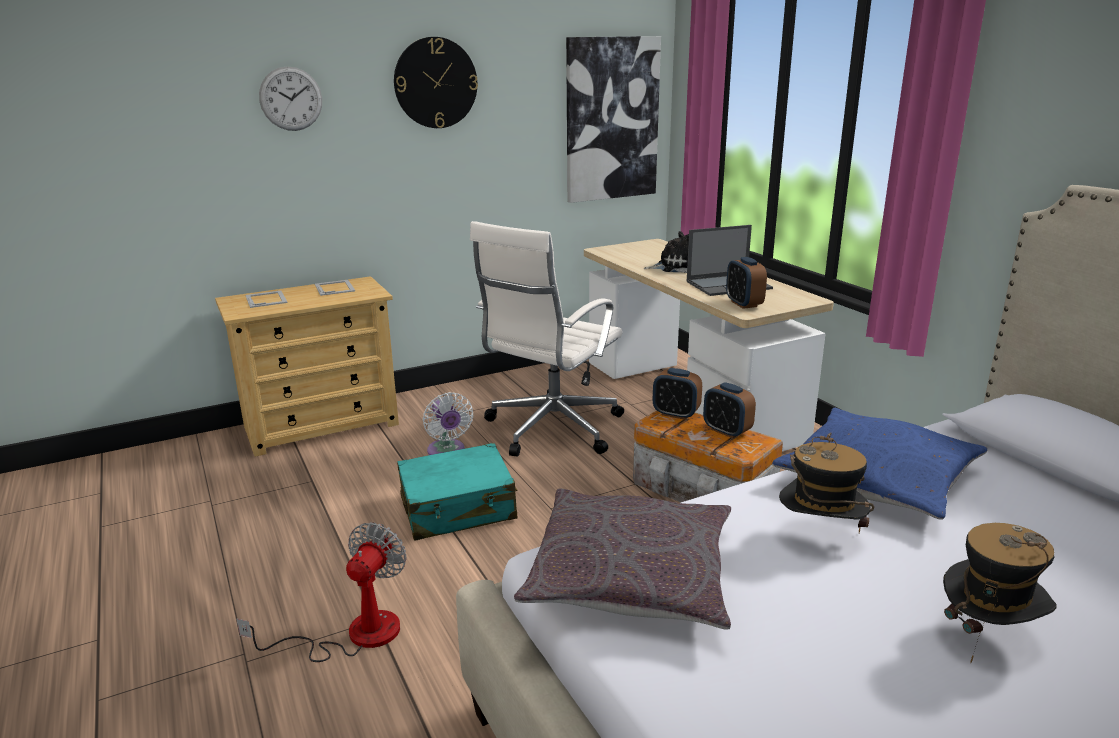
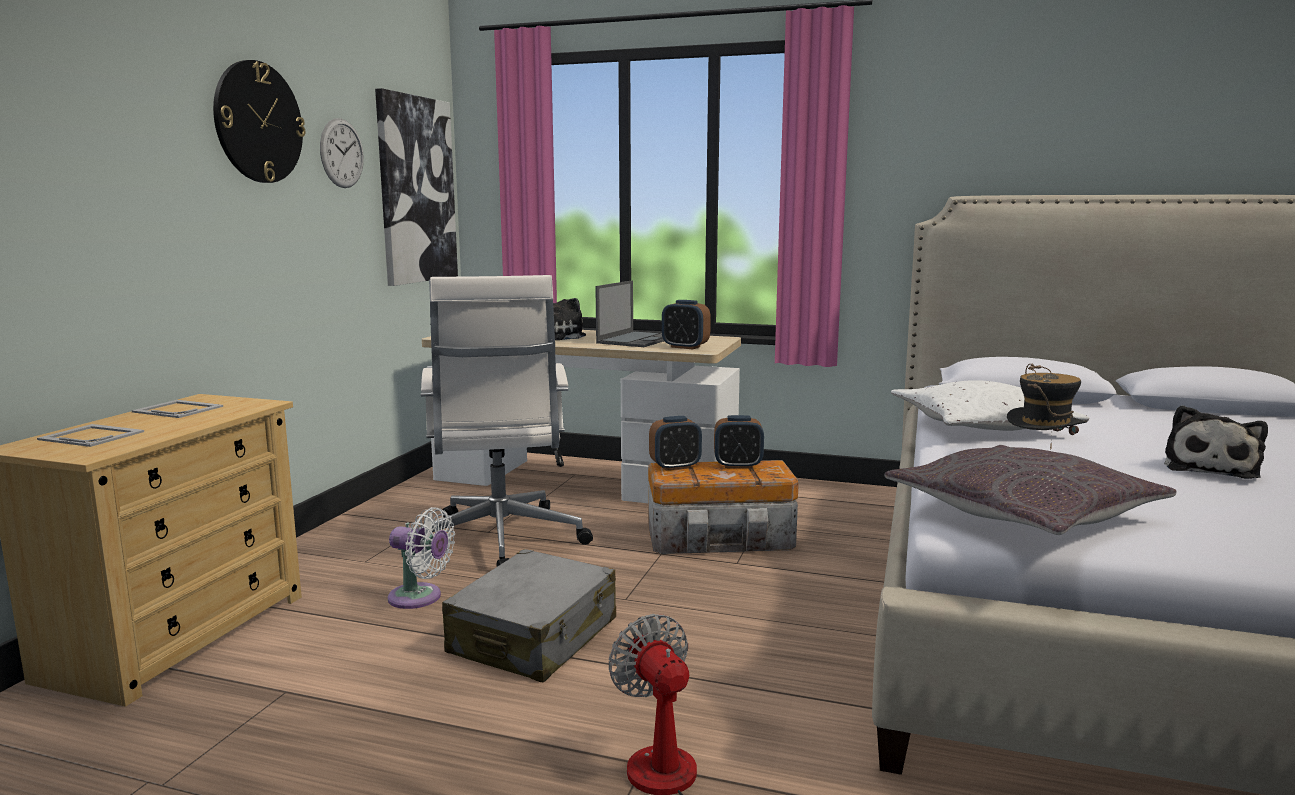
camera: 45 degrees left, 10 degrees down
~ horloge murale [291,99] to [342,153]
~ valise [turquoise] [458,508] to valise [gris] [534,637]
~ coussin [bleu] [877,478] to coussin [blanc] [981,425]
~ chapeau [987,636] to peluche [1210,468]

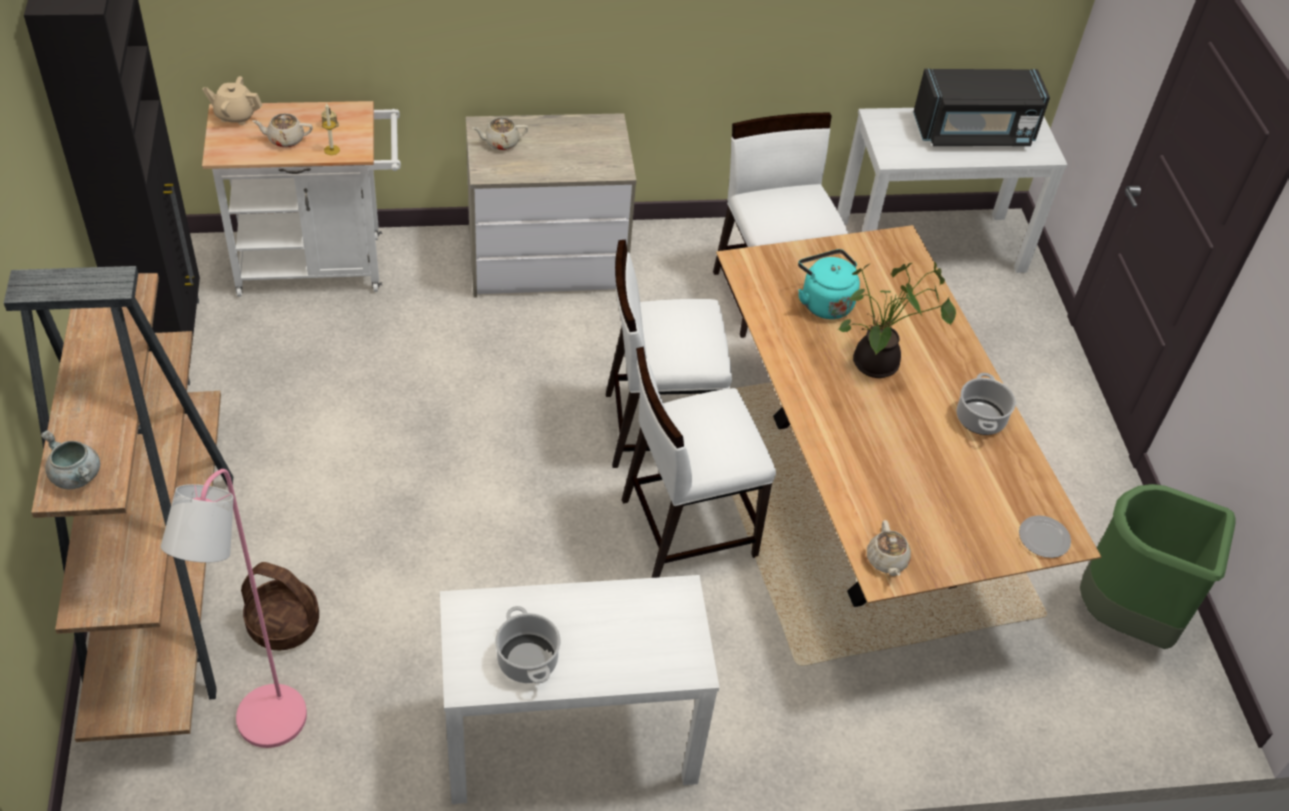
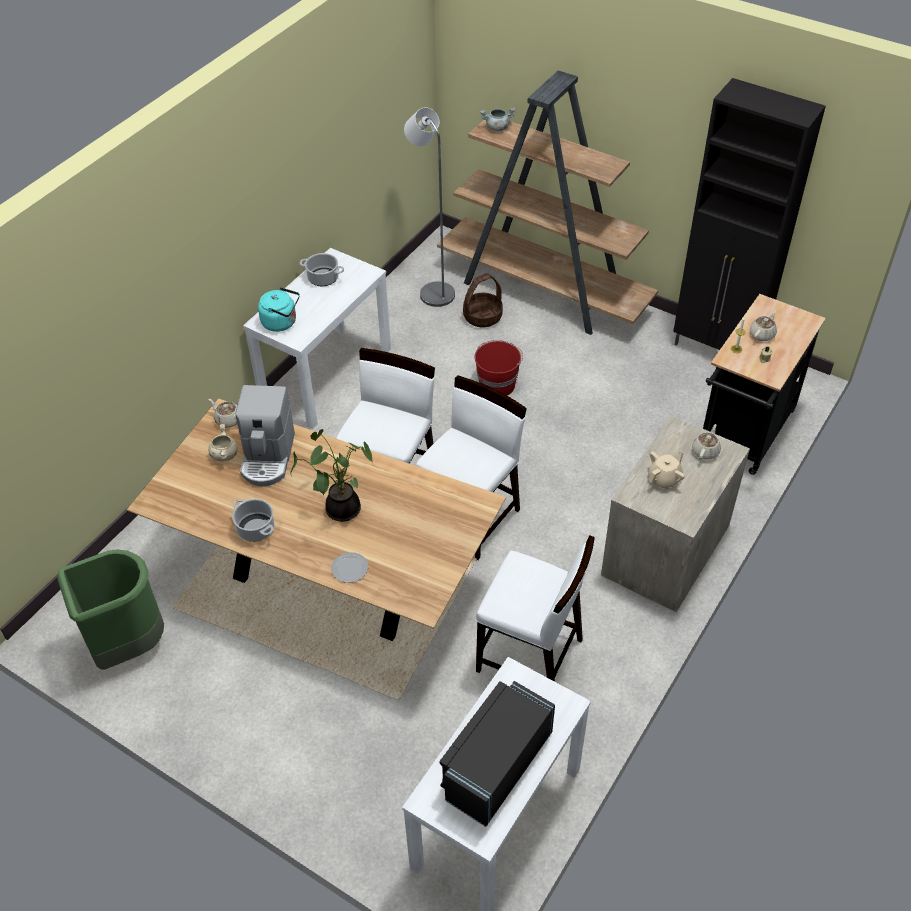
camera: 135 degrees right, 0 degrees up
+ marmite [beige] [224,455]
+ machine à café [268,457]
~ bouilloire [turquoise] [824,302] to [281,322]
~ assiette [1043,538] to [350,568]
~ lampadaire [rose] [265,729] to lampadaire [gris] [433,291]
+ seau [rouge] [497,384]
~ théière [beige] [235,115] to [664,479]
~ chariot [blanc] [320,264] to chariot [noir] [743,436]

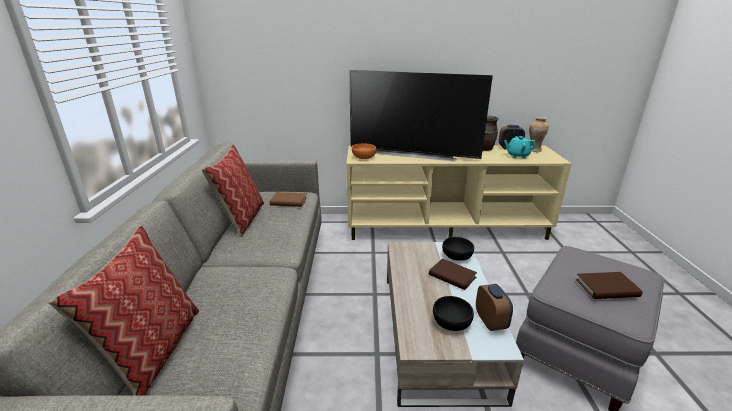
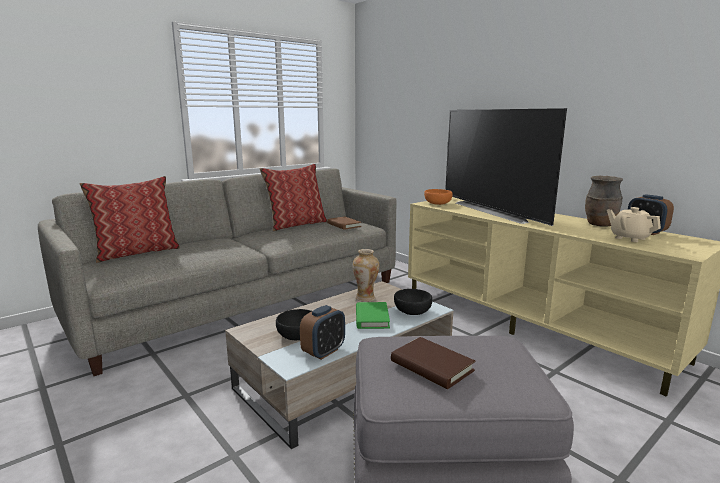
camera: 50 degrees right, 10 degrees down
~ vase [534,150] to [365,298]
~ livre [marron] [452,276] to livre [vert] [372,318]
~ théière [turquoise] [517,156] to théière [beige] [629,238]

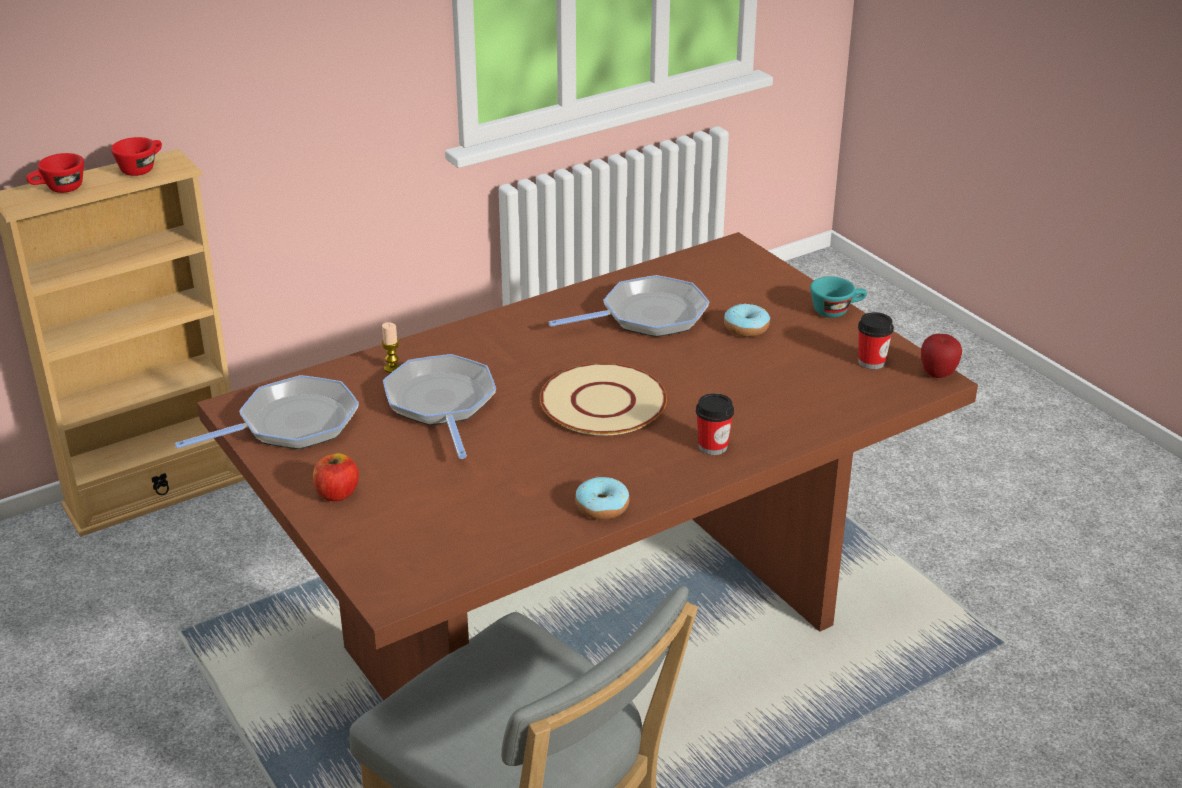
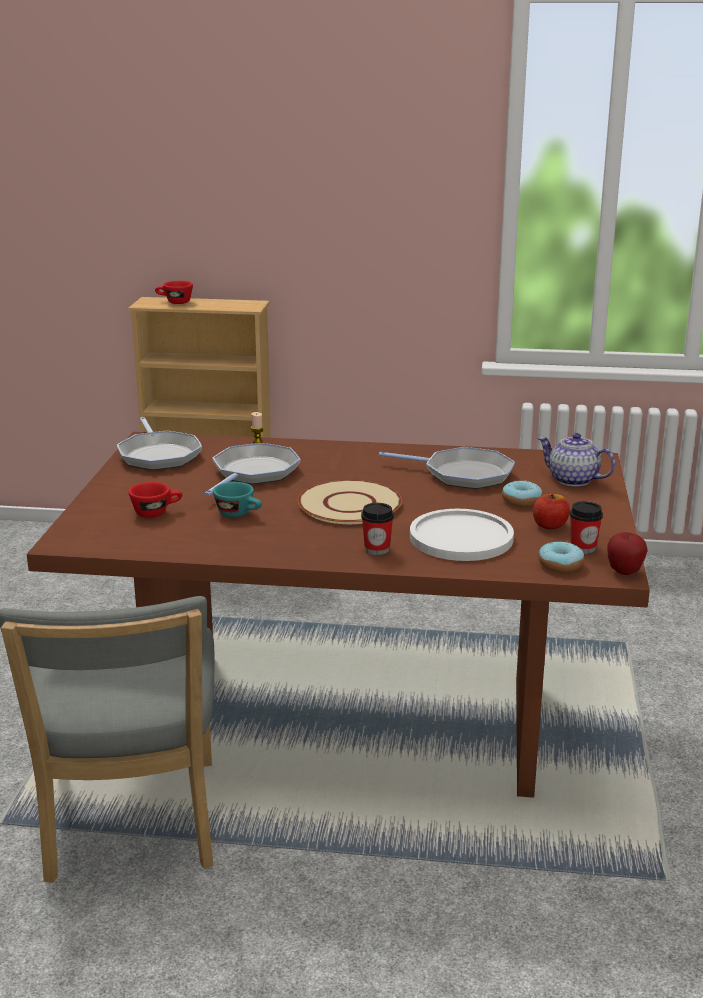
camera: 40 degrees right, 10 degrees down
~ poêle [292,424] = [158,455] 60 degrees clockwise
~ tasse [rouge] [141,168] to [156,512]
~ tasse [turquoise] [836,310] to [239,514]
+ assiette [blanc] [461,537]
~ pomme [337,493] to [549,525]
+ théière [572,480]
~ beignet [602,507] to [560,565]

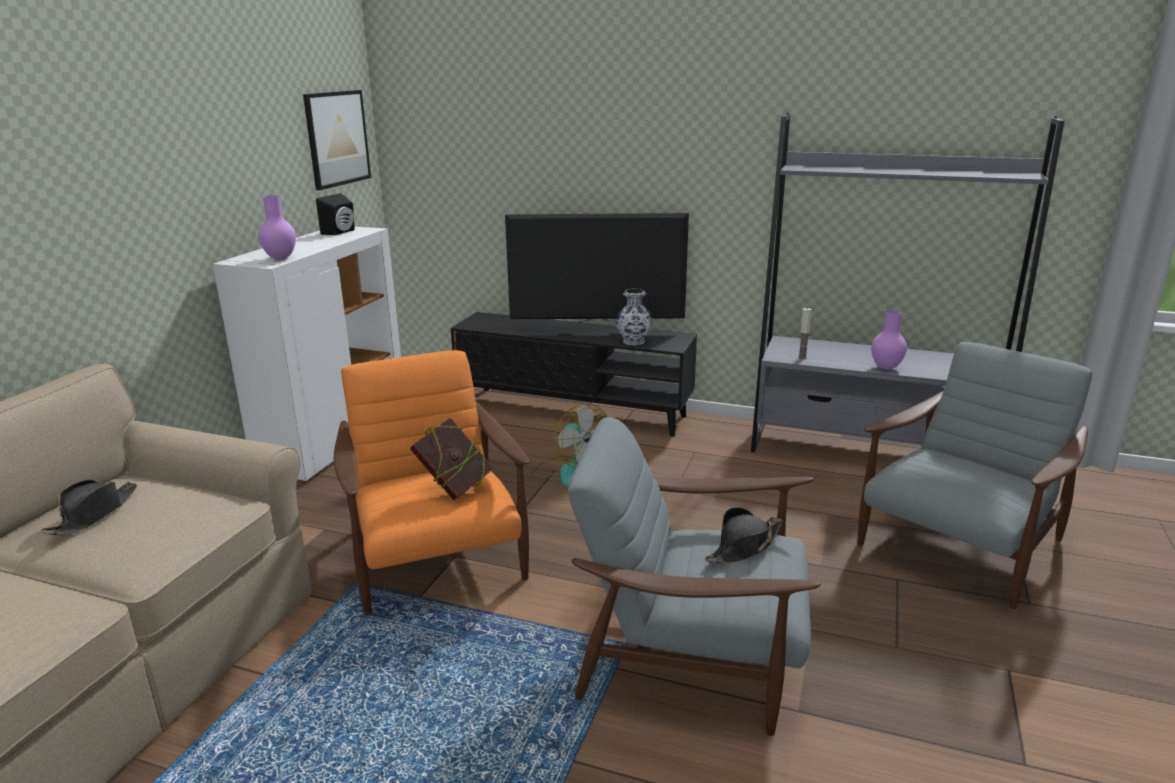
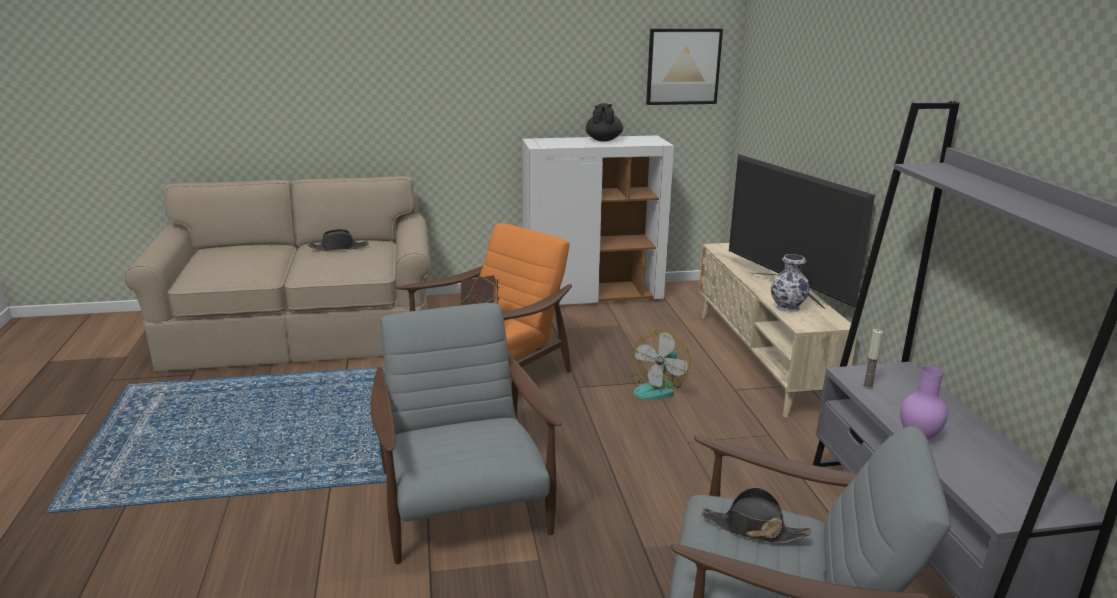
camera: 60 degrees right, 0 degrees up
+ théière [noir] [603,140]
~ meuble télé [noir] [574,411] to meuble télé [beige] [762,359]
~ chapeau [noir] [744,546] to [753,529]
- vase [violet] [281,258]
- enceinte [noir] [341,232]

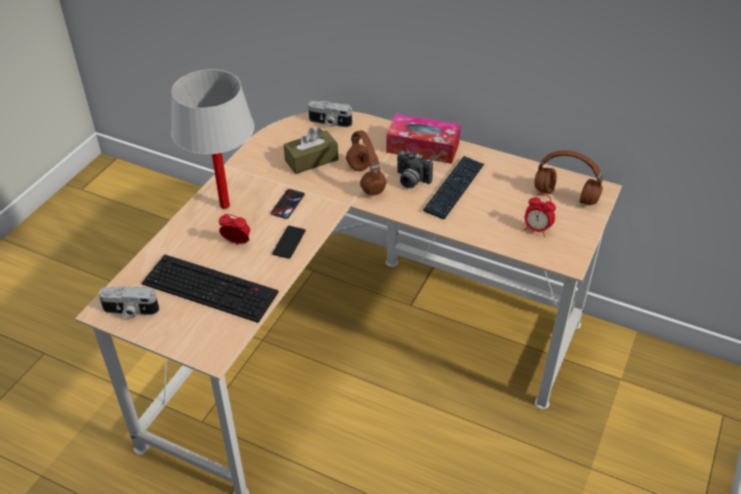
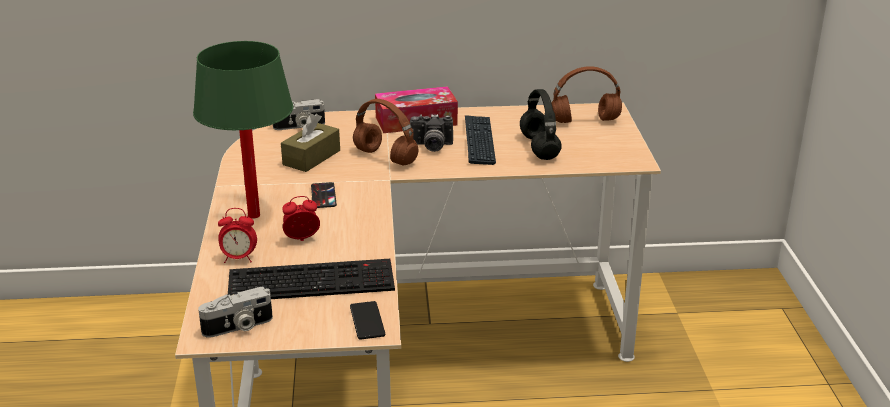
camera: 30 degrees left, 15 degrees down
~ lampe de table [blanc] [225,205] to lampe de table [vert] [254,215]
~ réveil [536,229] to [239,258]
~ téléphone [289,242] to [367,321]
+ casque audio [noir] [538,147]

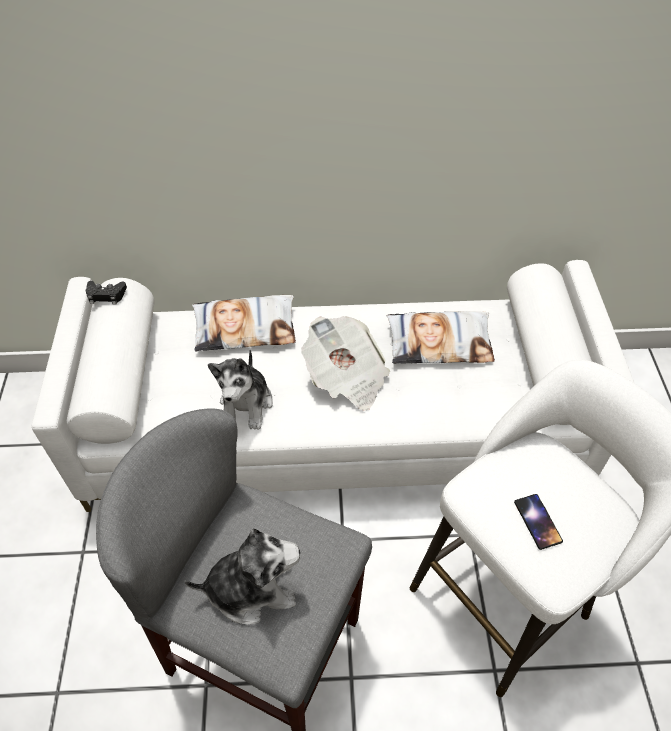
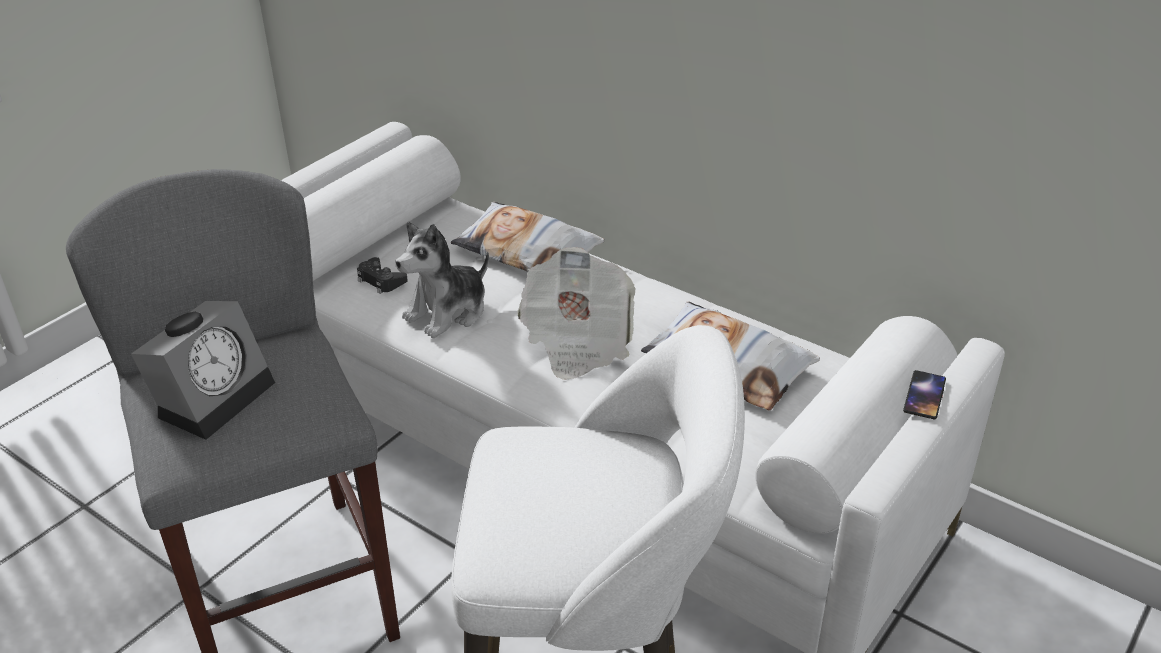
camera: 40 degrees right, 15 degrees down
~ peluche [252,588] to réveil [215,396]
~ manette [noir] [106,295] to [381,280]
~ téléphone [538,521] to [924,395]

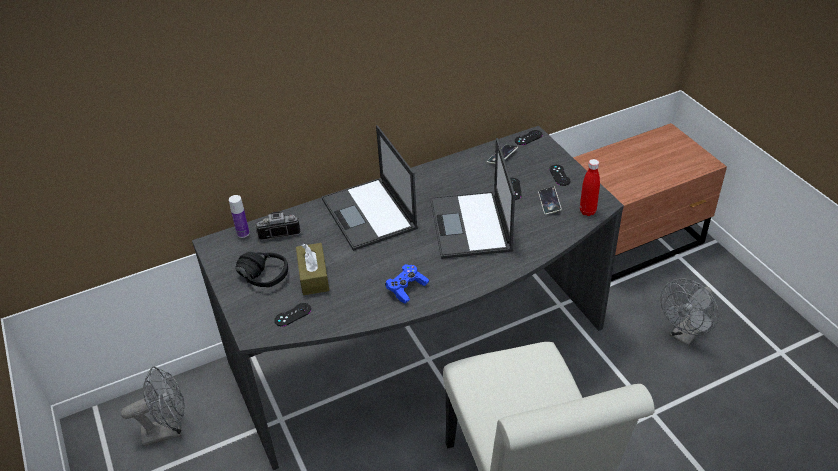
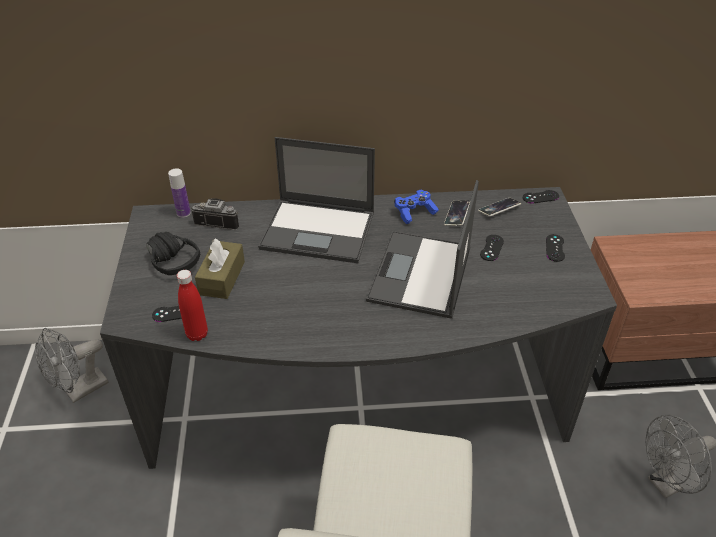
camera: 20 degrees right, 0 degrees up
~ ventilateur [gris] [168,430] = [80,391] 135 degrees clockwise
~ bouteille [rouge] [587,211] to [197,334]
~ ordinateur portable [370,214] = [319,231] 75 degrees counterclockwise
~ manette [bleu] [406,288] to [414,212]
~ téléphone [549,202] to [457,215]

